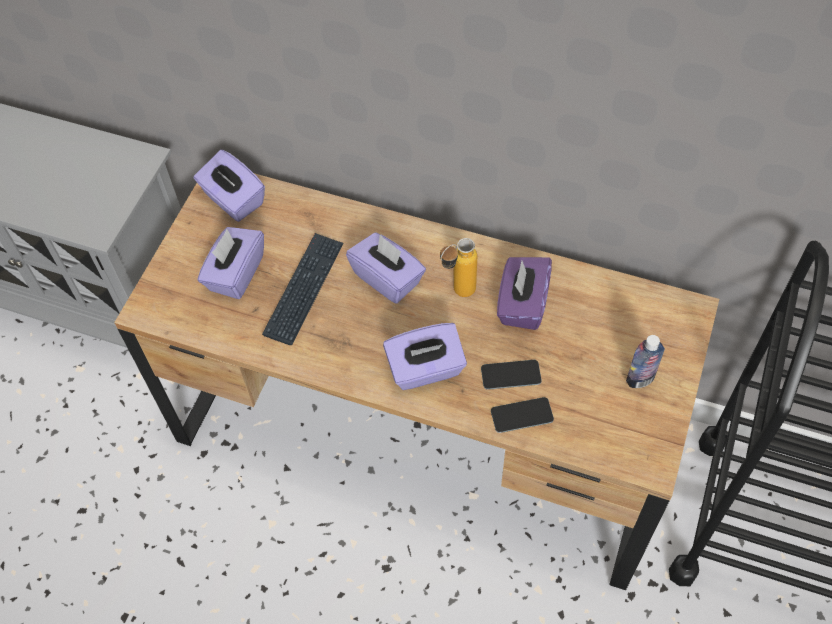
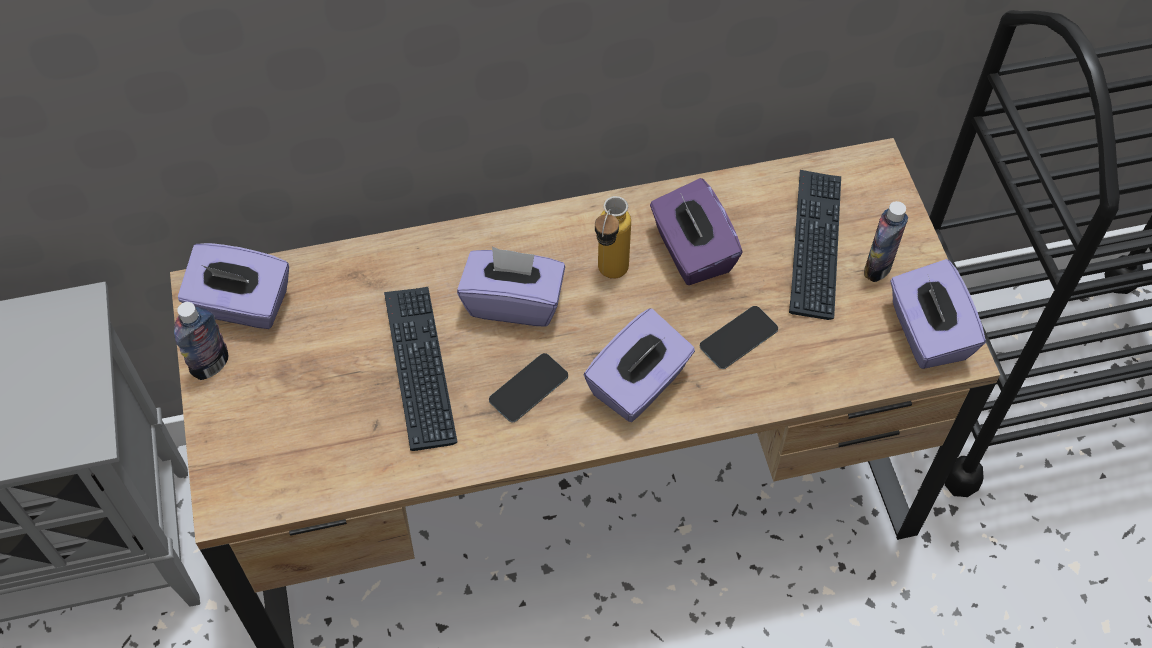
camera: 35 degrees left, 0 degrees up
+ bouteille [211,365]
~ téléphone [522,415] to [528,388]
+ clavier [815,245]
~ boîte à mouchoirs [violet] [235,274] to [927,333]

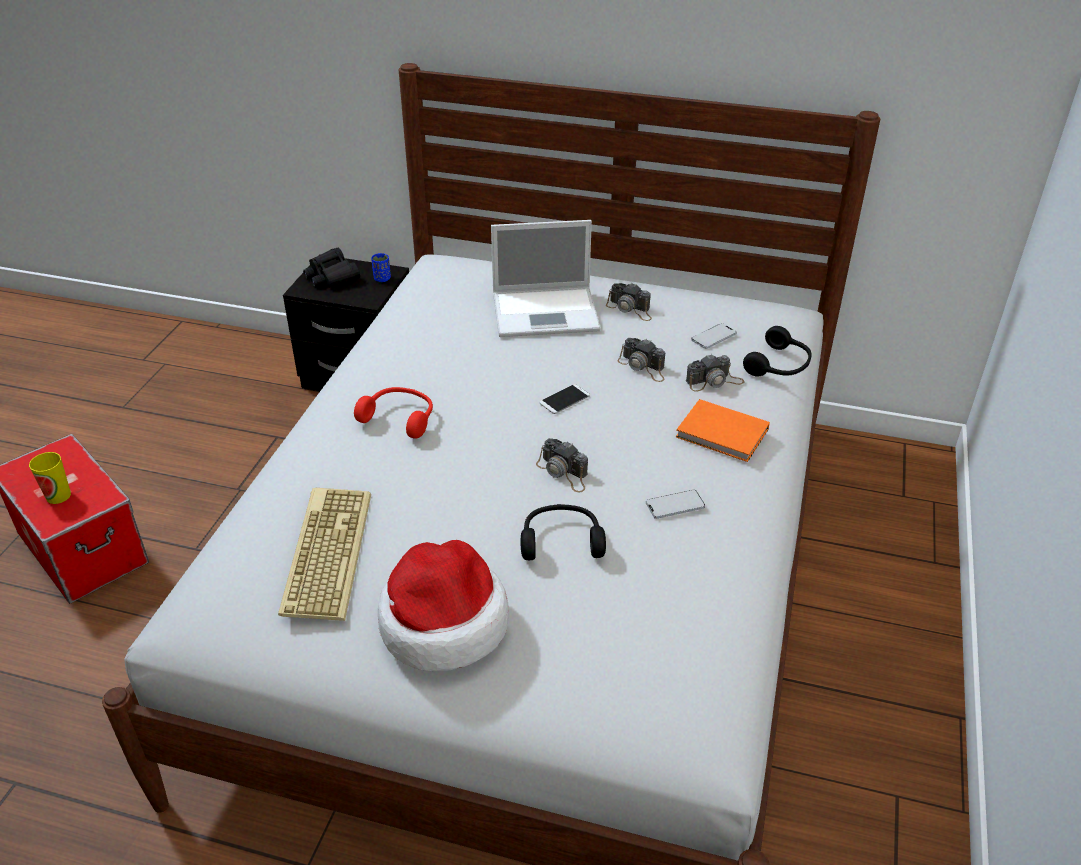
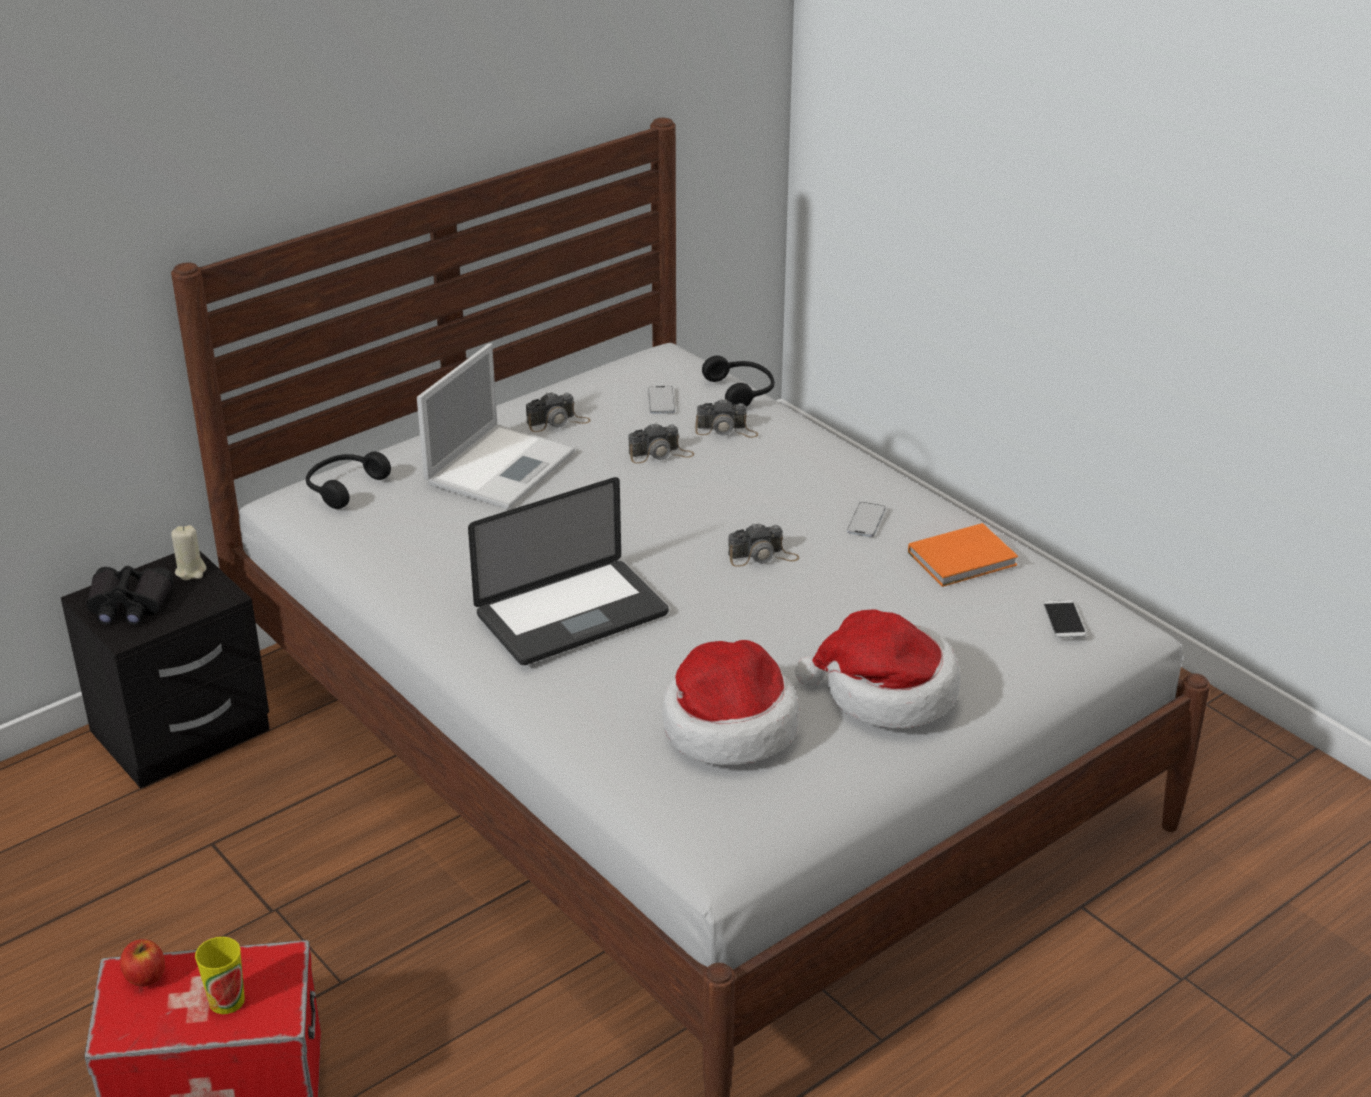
camera: 55 degrees left, 5 degrees down
+ pomme [145,977]
~ tasse [bleu] [382,279] to bougie [beige] [191,571]
~ casque audio [noir] [561,540] to [343,487]
~ casque audio [rouge] [400,418] to ordinateur portable [572,615]
~ clavier [325,552] to chapeau [727,726]
~ appareil photo [714,381] = [726,430] 75 degrees clockwise
~ livre [orange] [723,434] to [965,559]
~ téléphone [564,399] to [1064,620]

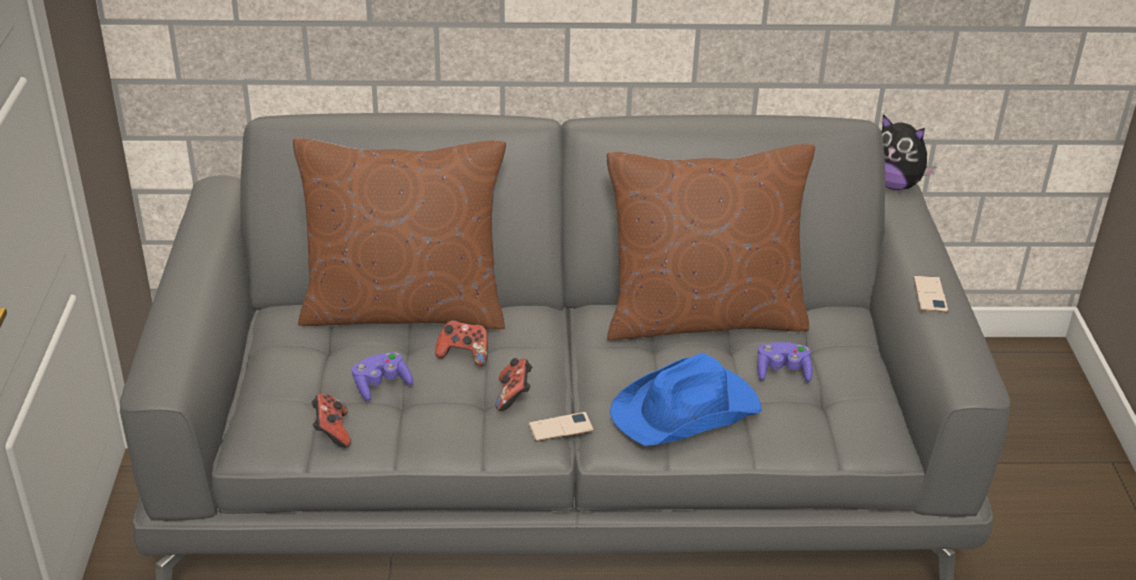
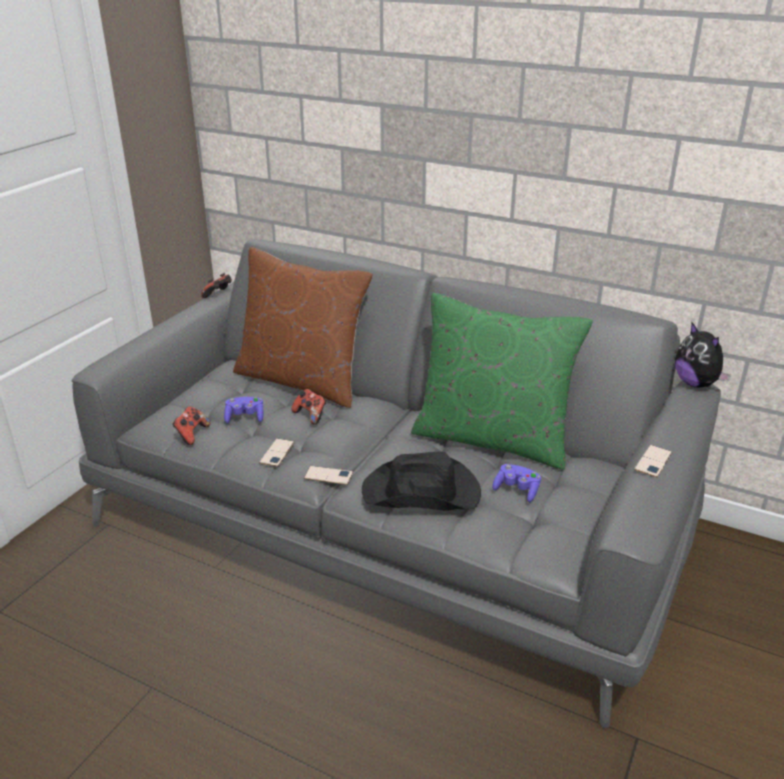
camera: 30 degrees right, 5 degrees down
~ manette [514,396] to [218,295]
+ téléphone [277,453]
~ chapeau [bleu] [687,411] to chapeau [noir] [422,493]
~ coussin [marron] [702,317] to coussin [vert] [492,438]

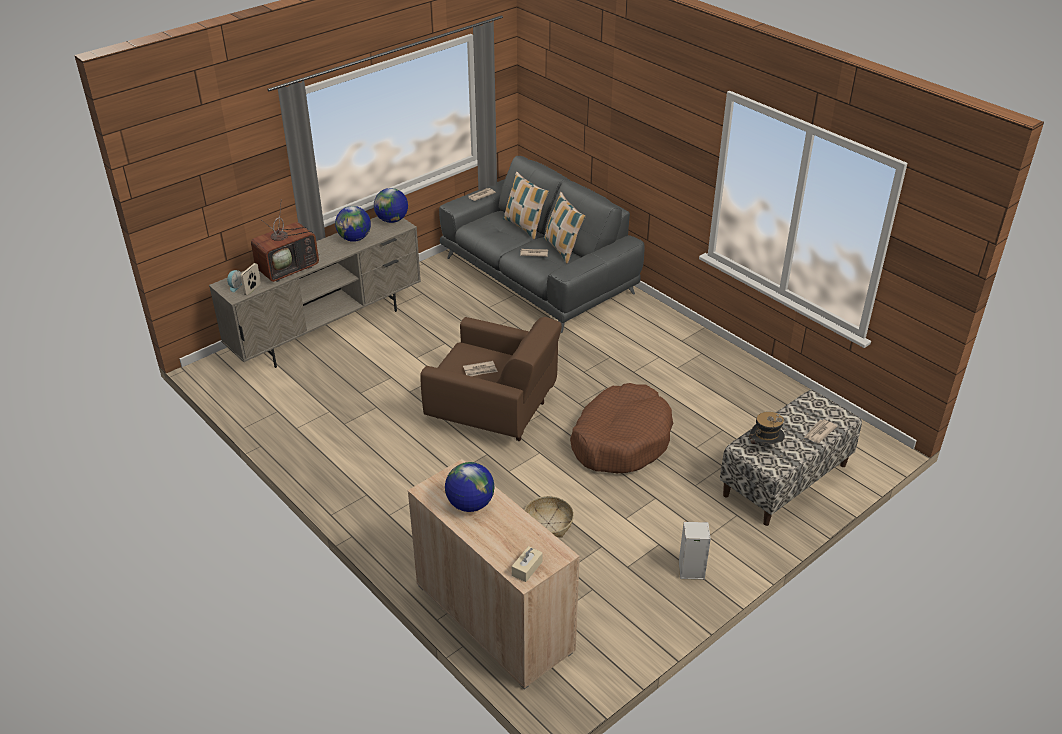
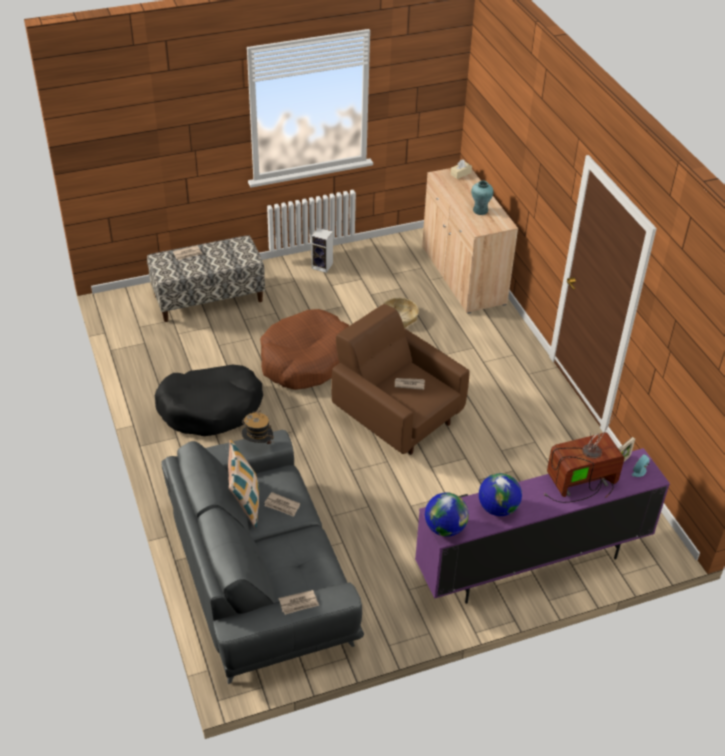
camera: 160 degrees left, 5 degrees up
+ panier pour chien [noir] [211,408]
~ chapeau [764,447] to [258,444]
~ meuble télé [beige] [328,329] to meuble télé [violet] [531,564]
~ globe [470,504] to vase [turquoise] [480,210]
- coussin [524,226]

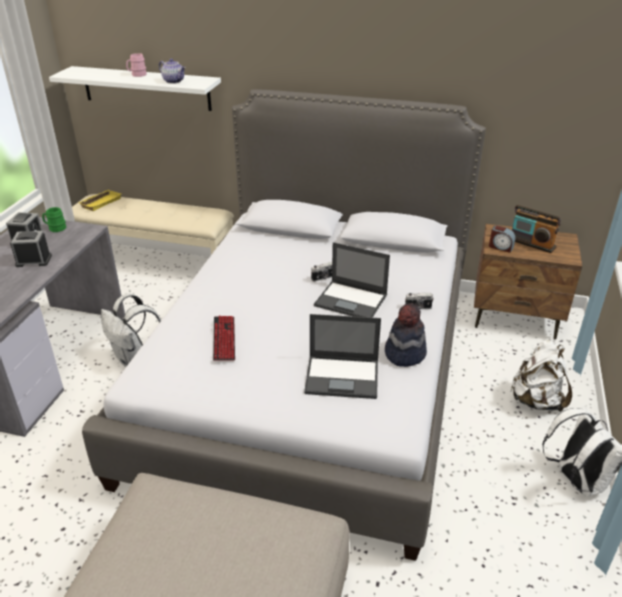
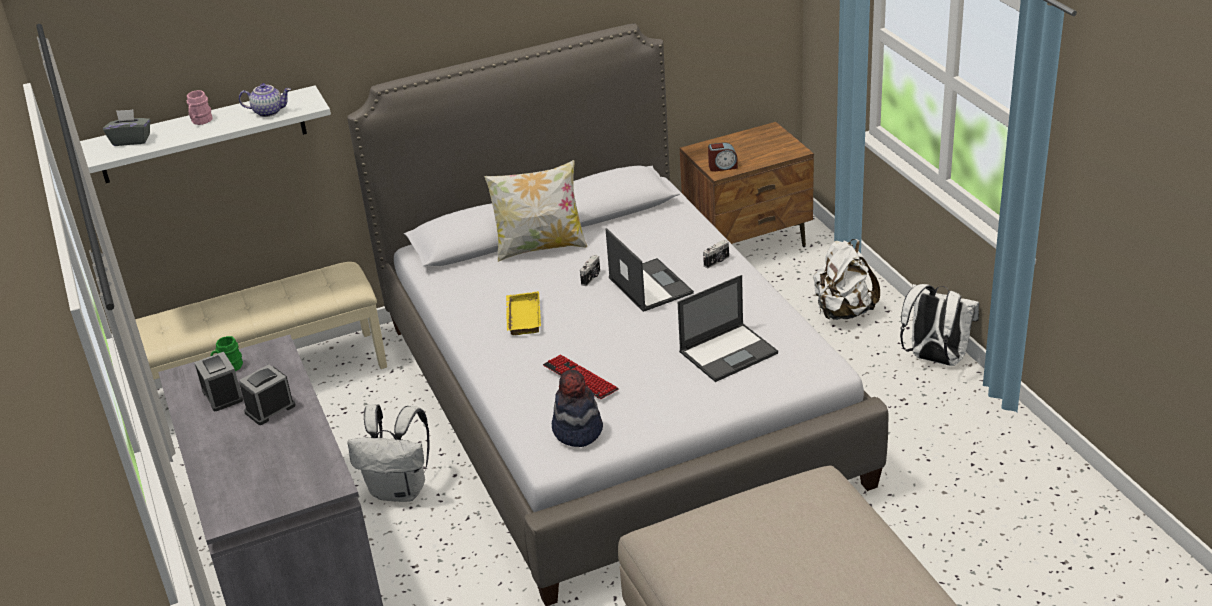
camera: 35 degrees left, 0 degrees up
+ boîte à mouchoirs [gris] [131,140]
+ coussin [540,247]
~ plateau [jaune] [100,202] to [522,317]
~ chapeau [404,353] to [577,430]
~ ordinateur portable [351,301] = [649,285] 105 degrees counterclockwise
- radio [531,243]

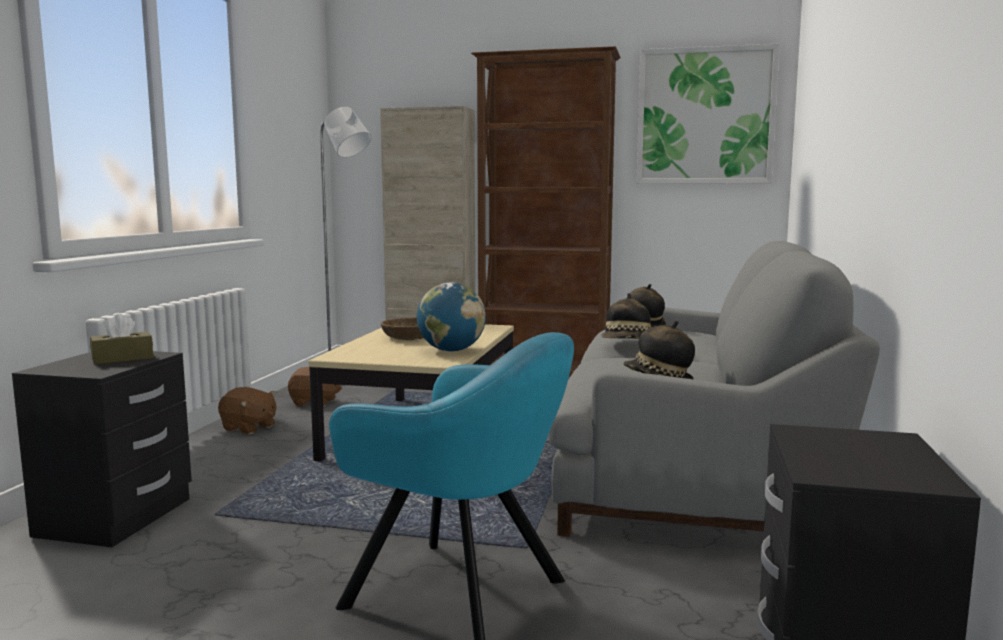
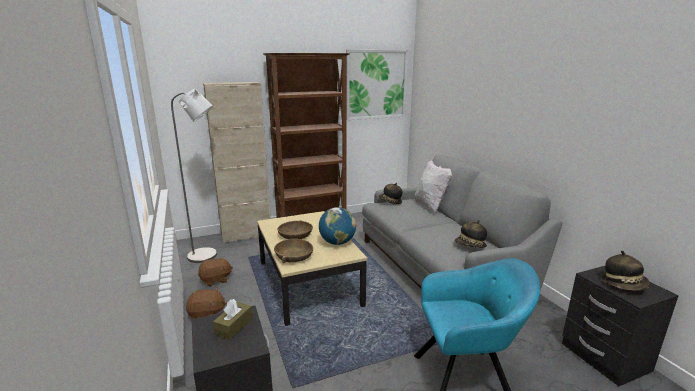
camera: 35 degrees left, 10 degrees up
+ bol [marron] [294,256]
+ coussin [blanc] [430,206]
~ chapeau [628,343] to [623,285]

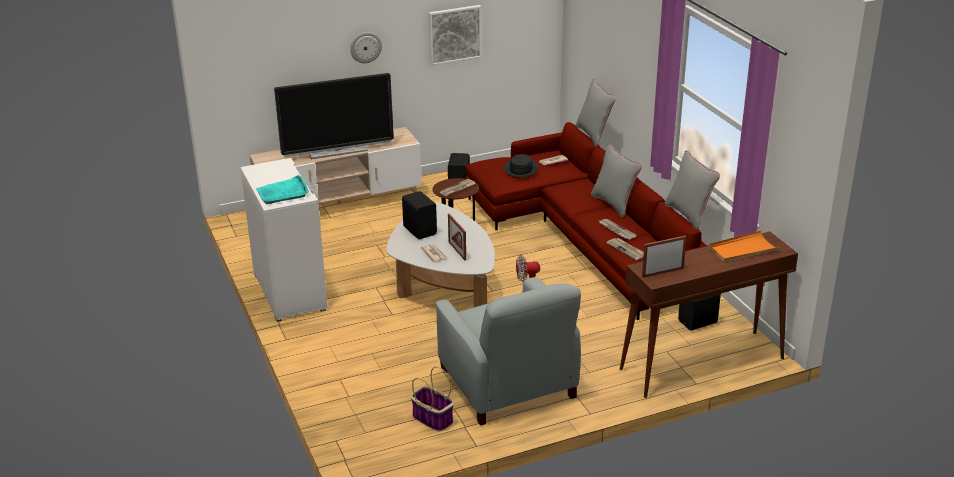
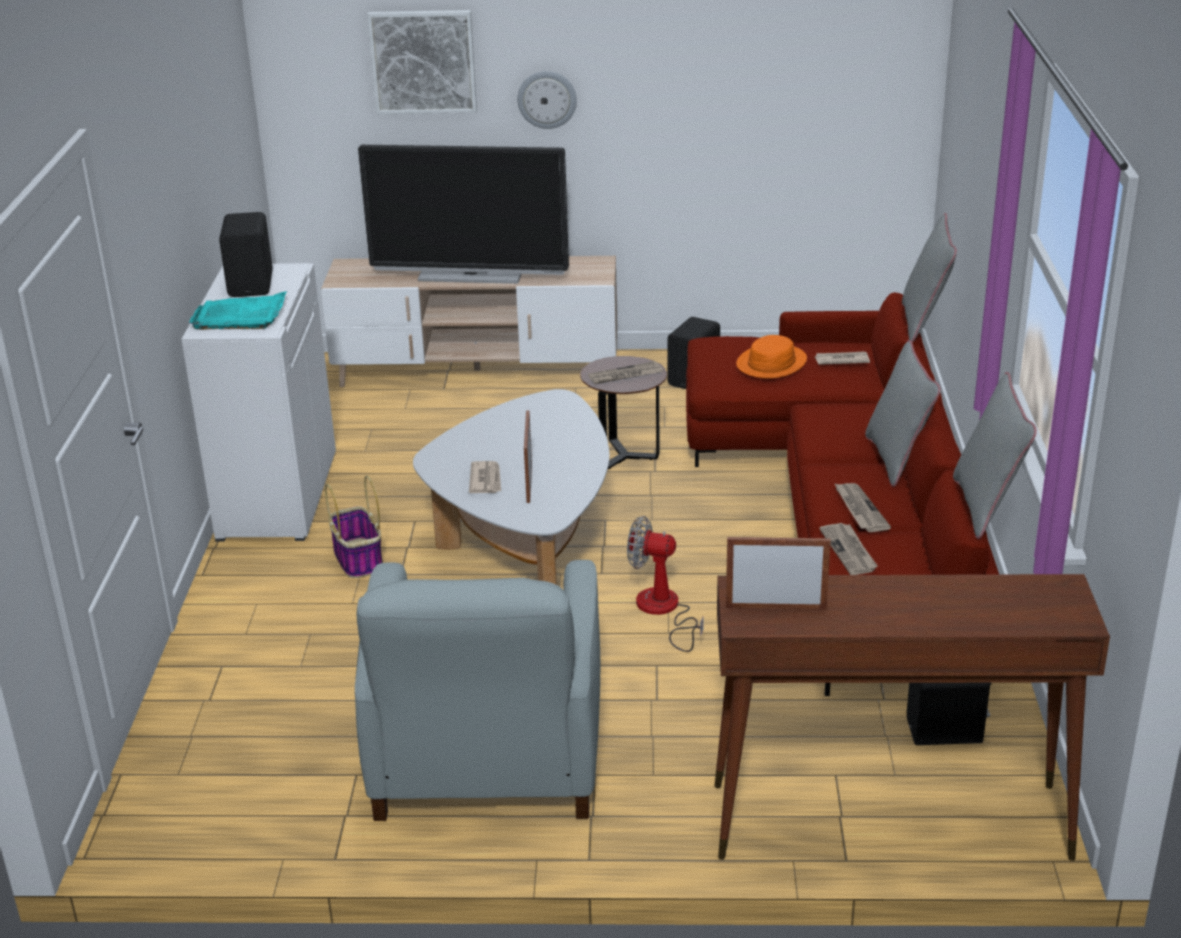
camera: 25 degrees right, 0 degrees up
~ enceinte [noir] [420,230] to [252,285]
~ panier [432,418] to [357,559]
~ tableau [454,34] to [423,61]
~ chapeau [noir] [521,169] to chapeau [orange] [771,363]
- plateau [orange] [742,249]

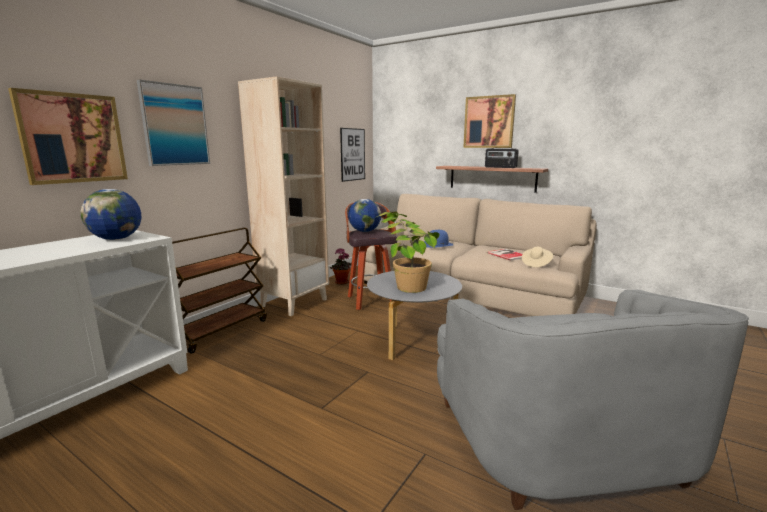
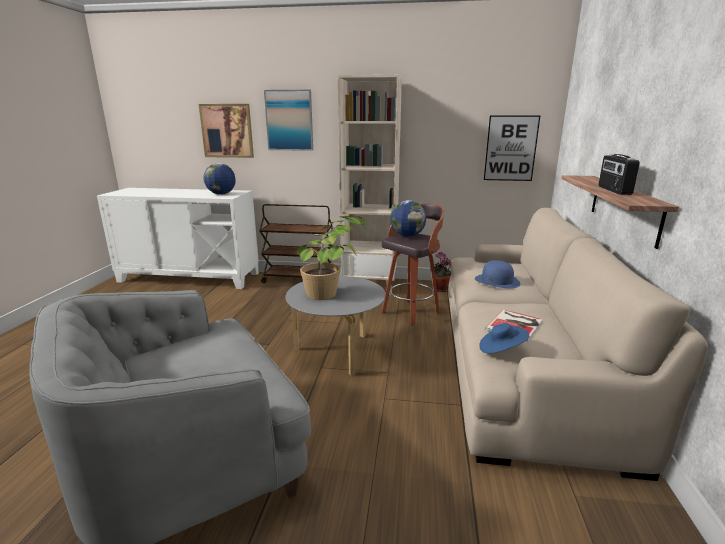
camera: 65 degrees right, 5 degrees up
~ chapeau [beige] [536,264] to chapeau [bleu] [501,349]
- tableau [489,122]

